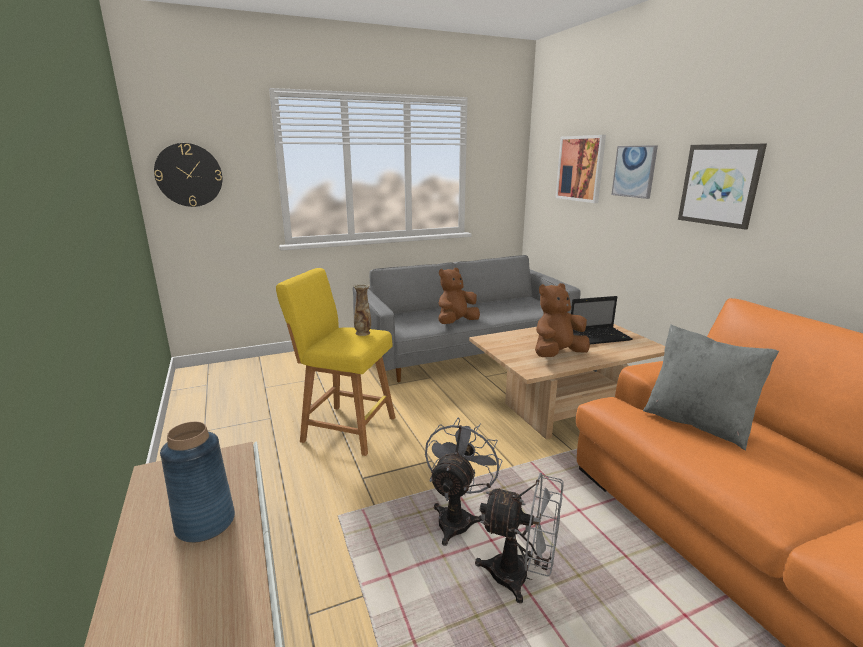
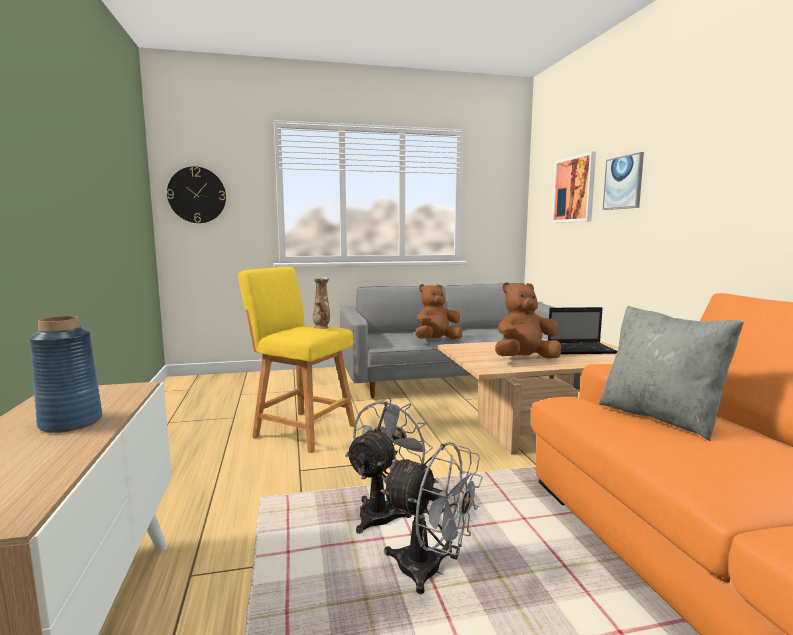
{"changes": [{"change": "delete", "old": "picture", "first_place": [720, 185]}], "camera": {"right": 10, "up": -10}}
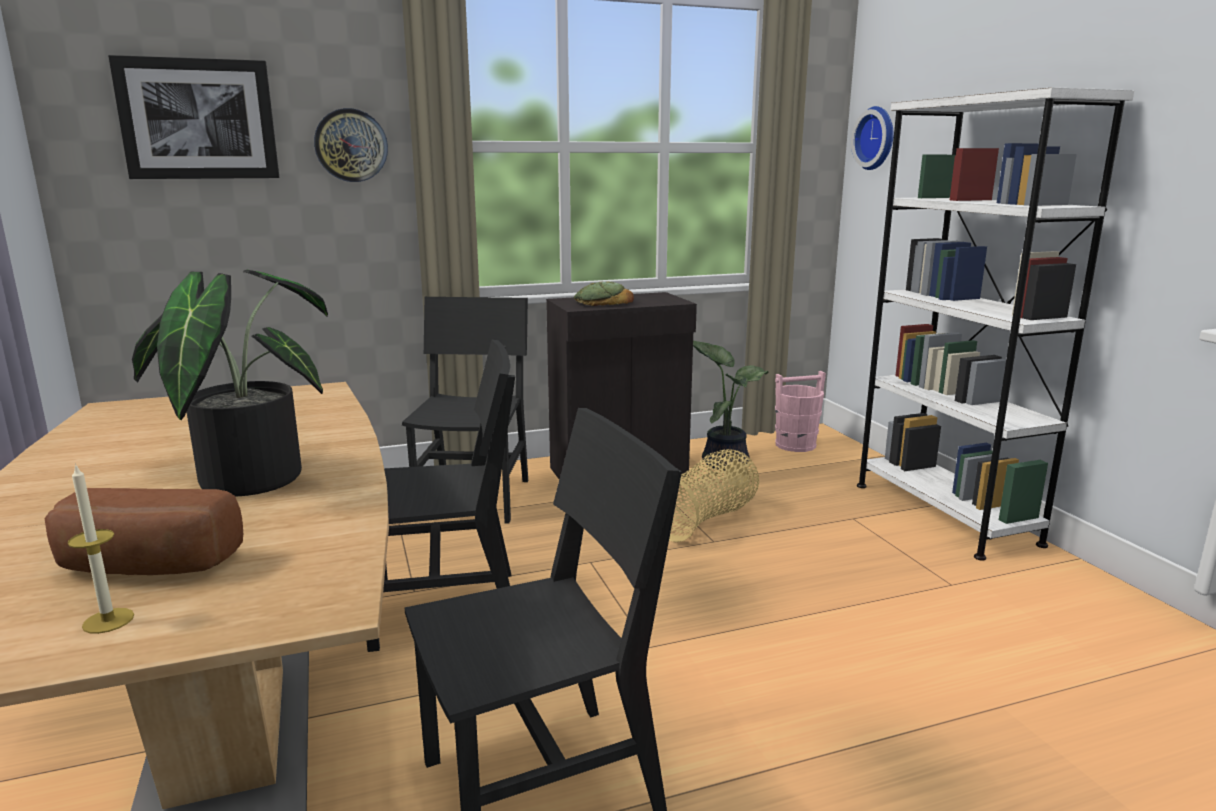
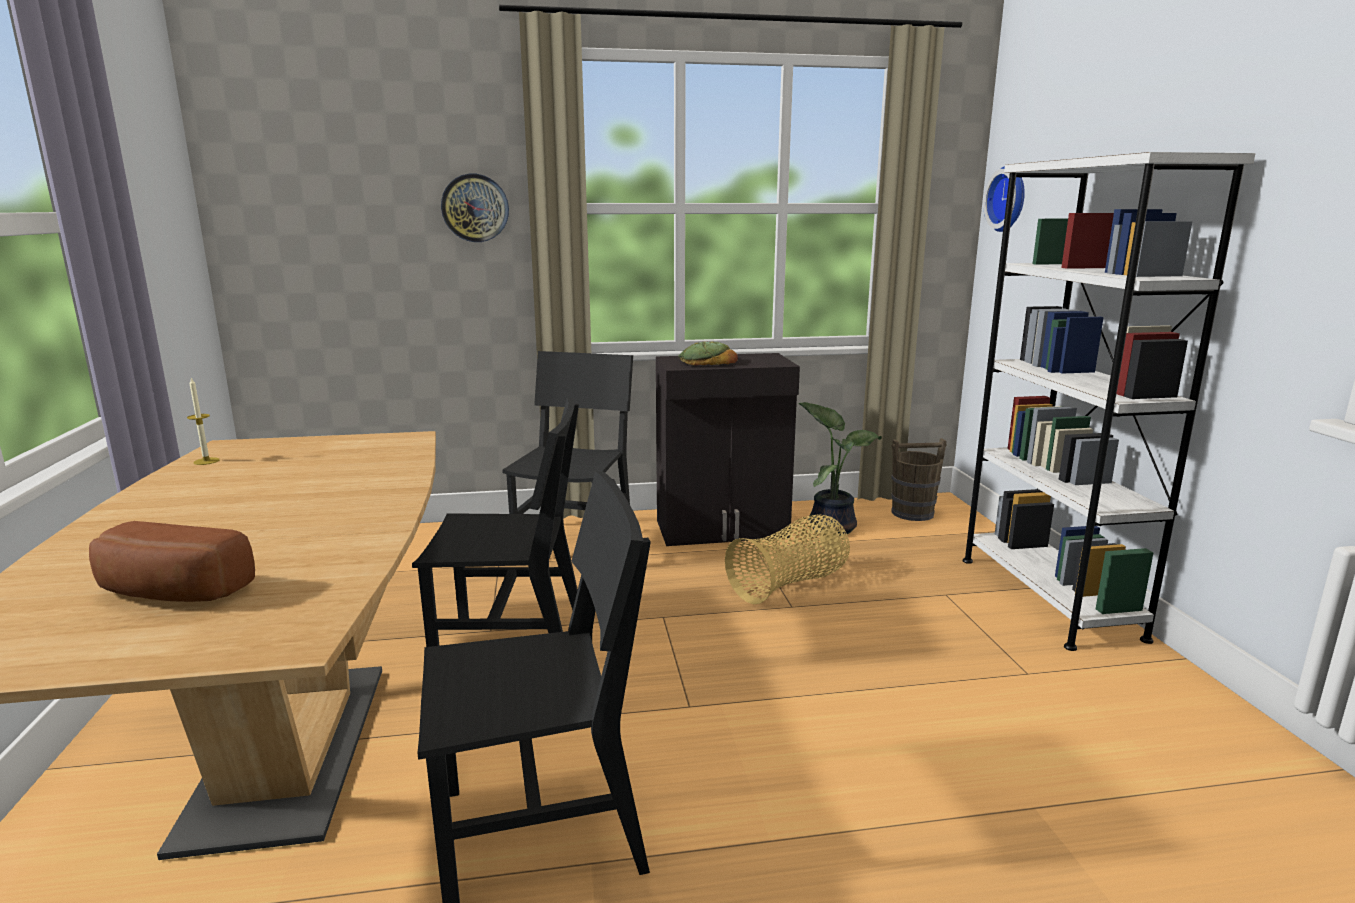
{"changes": [{"change": "delete", "old": "picture", "first_place": [198, 119]}, {"change": "delete", "old": "potted plant", "first_place": [247, 475]}, {"change": "recolor", "old": "bucket (pink)", "new": "bucket (brown)", "first_place": [796, 445], "second_place": [913, 513]}, {"change": "move", "old": "candle", "first_place": [108, 620], "second_place": [206, 461]}], "camera": {"right": 10, "up": 0}}
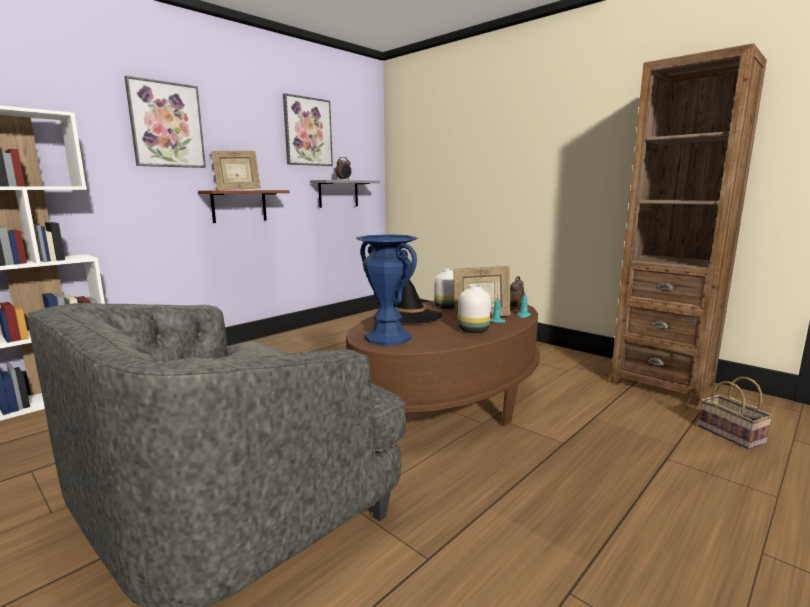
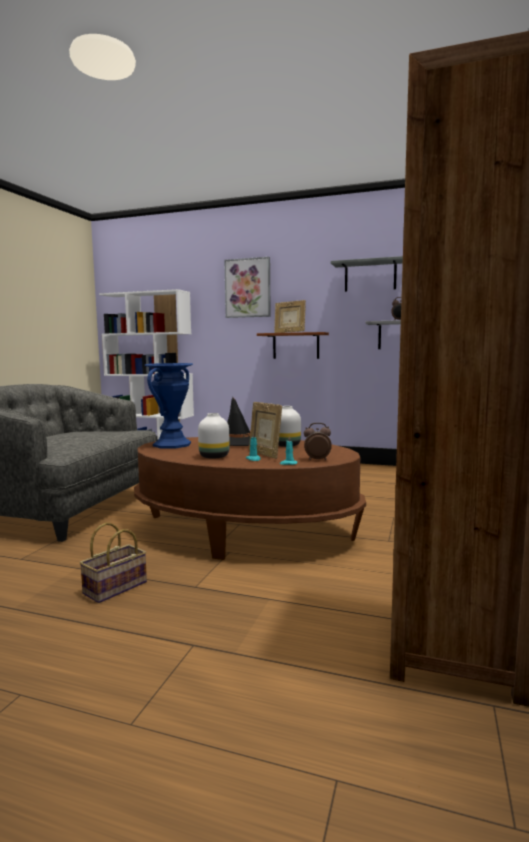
{"changes": [{"change": "replace", "old": "picture", "new": "shelf (grey)", "first_place": [307, 132], "second_place": [370, 276]}, {"change": "move", "old": "basket", "first_place": [732, 435], "second_place": [114, 589]}], "camera": {"right": 65, "up": -5}}
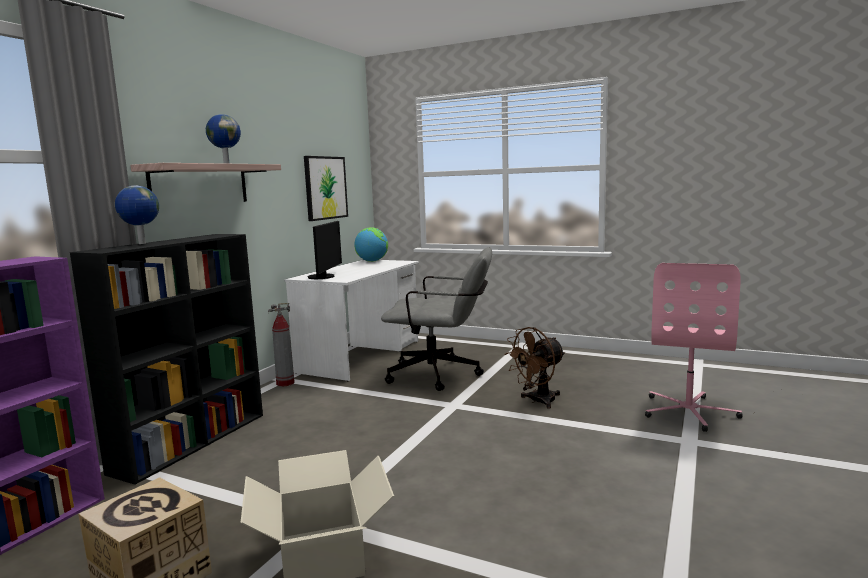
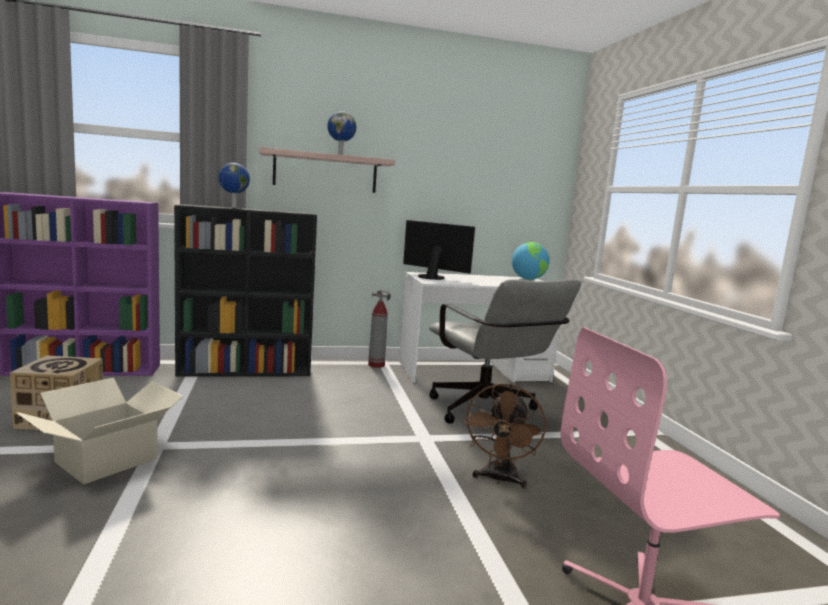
{"changes": [{"change": "delete", "old": "picture", "first_place": [325, 188]}, {"change": "rotate", "old": "monitor", "first_place": [324, 277], "second_place": [432, 277], "degrees": -120}, {"change": "rotate", "old": "fan (brown)", "first_place": [537, 401], "second_place": [499, 480], "degrees": -90}], "camera": {"right": 50, "up": 0}}
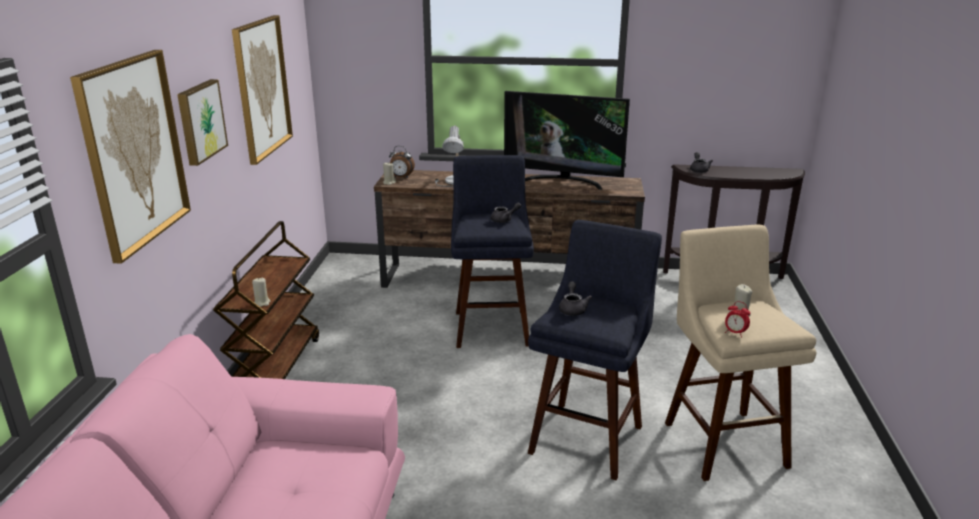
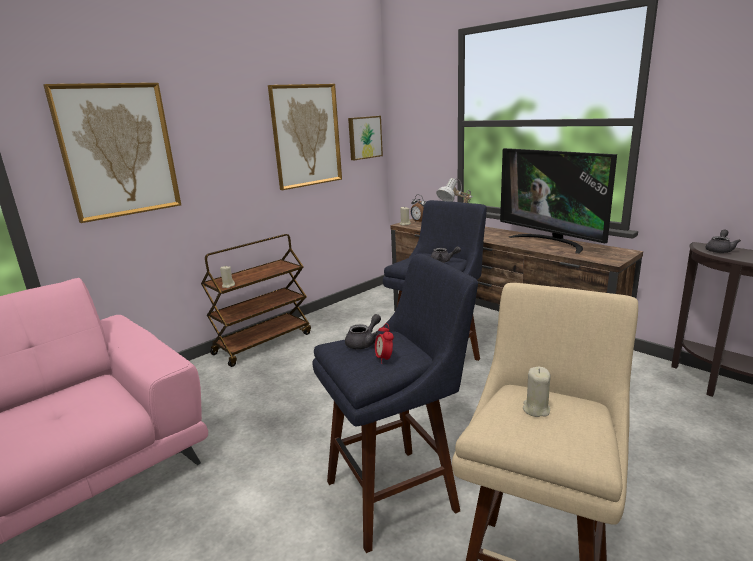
{"changes": [{"change": "move", "old": "picture", "first_place": [200, 121], "second_place": [364, 137]}, {"change": "move", "old": "alarm clock", "first_place": [735, 333], "second_place": [384, 359]}], "camera": {"right": 40, "up": -5}}
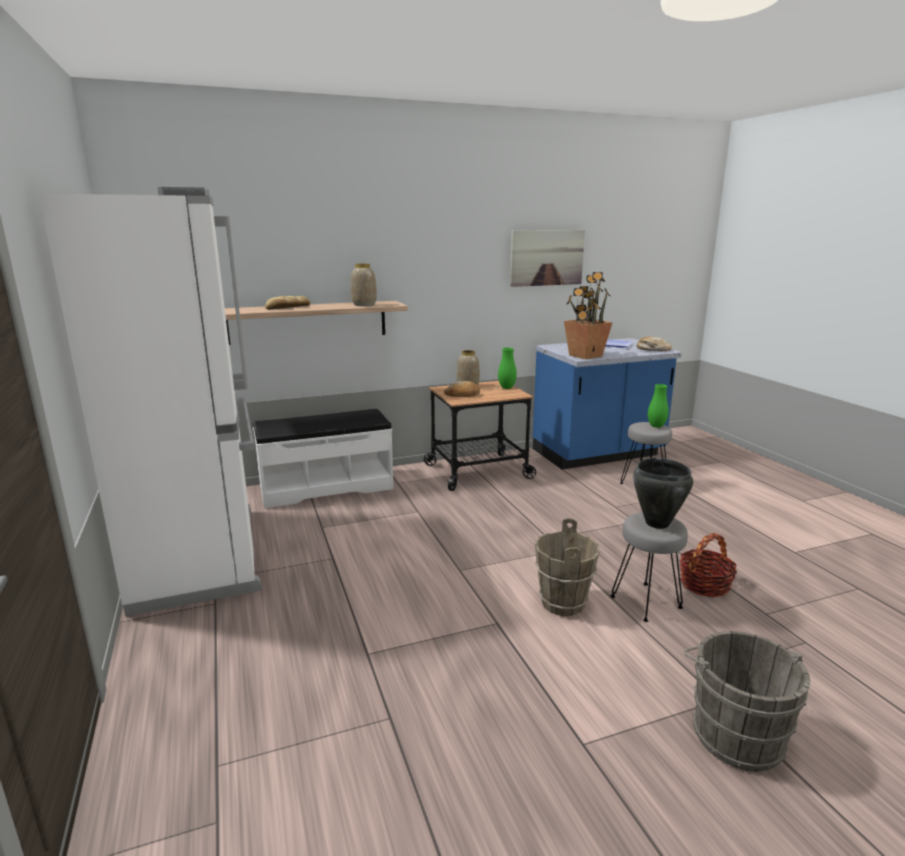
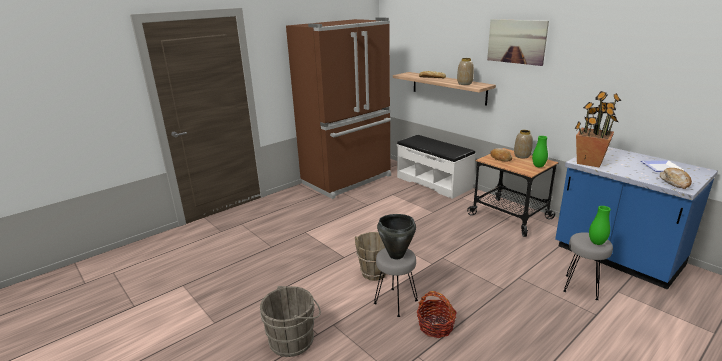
{"changes": [{"change": "recolor", "old": "fridge (white)", "new": "fridge (brown)", "first_place": [201, 555], "second_place": [348, 180]}, {"change": "move", "old": "picture", "first_place": [547, 257], "second_place": [516, 41]}], "camera": {"right": 70, "up": 5}}
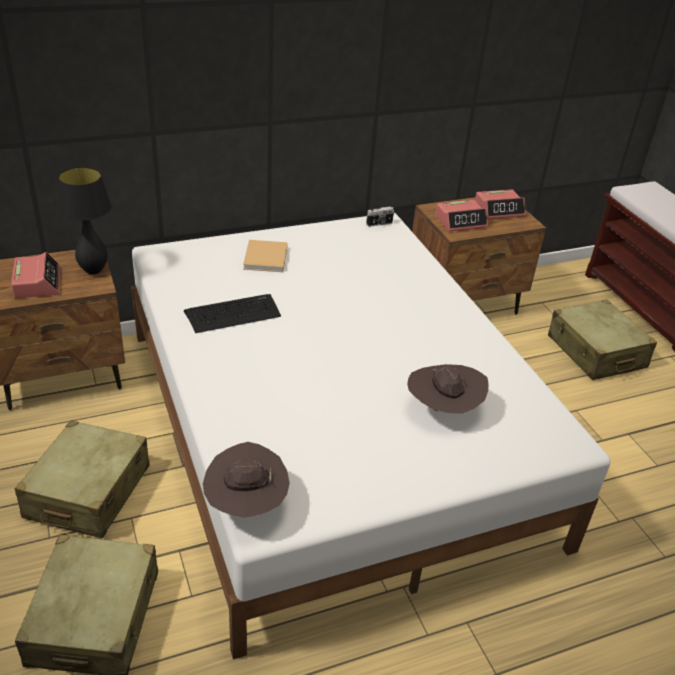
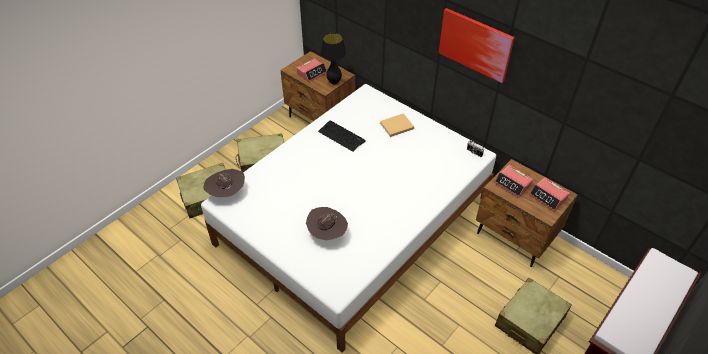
{"changes": [{"change": "insert", "new": "picture", "second_place": [475, 44]}], "camera": {"right": 65, "up": 10}}
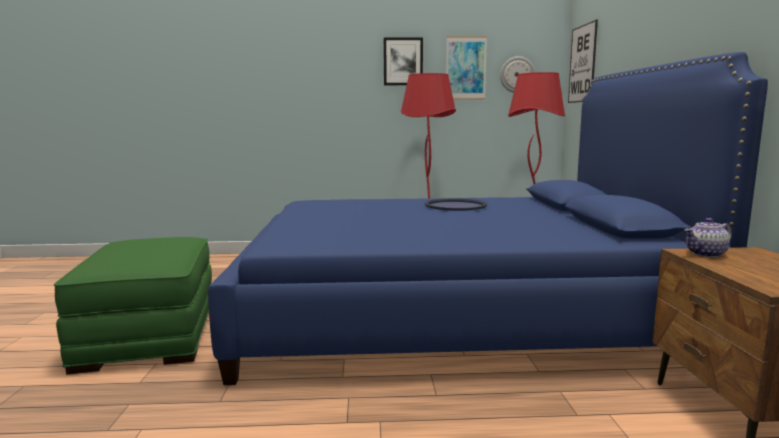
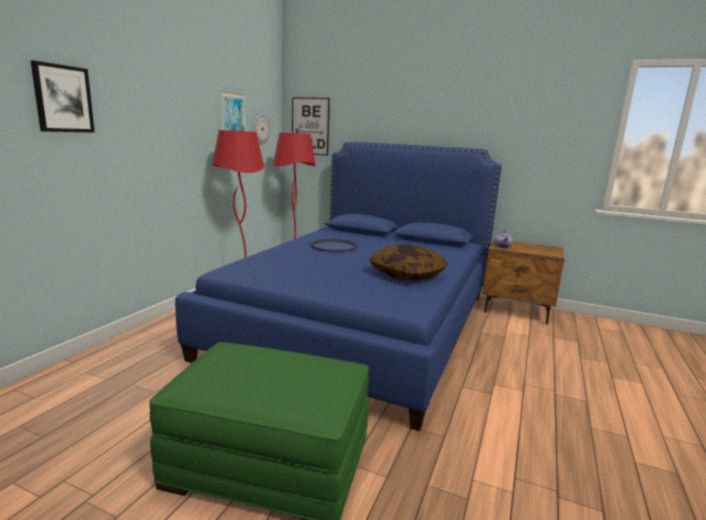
{"changes": [{"change": "move", "old": "picture", "first_place": [403, 61], "second_place": [63, 99]}, {"change": "insert", "new": "pillow", "second_place": [407, 274]}], "camera": {"right": -65, "up": 5}}
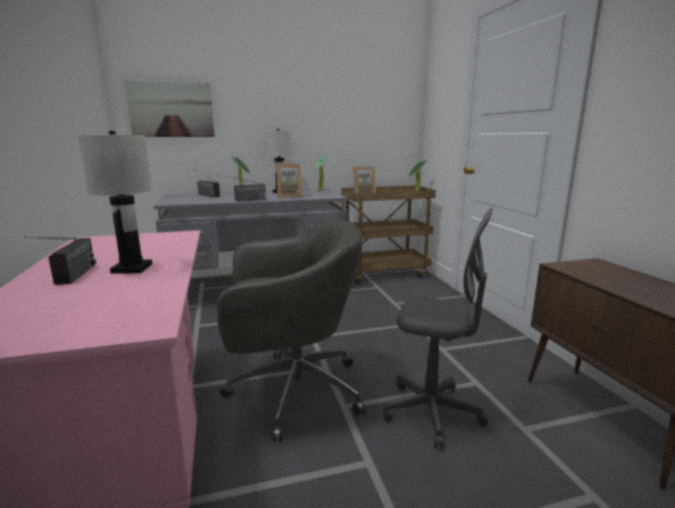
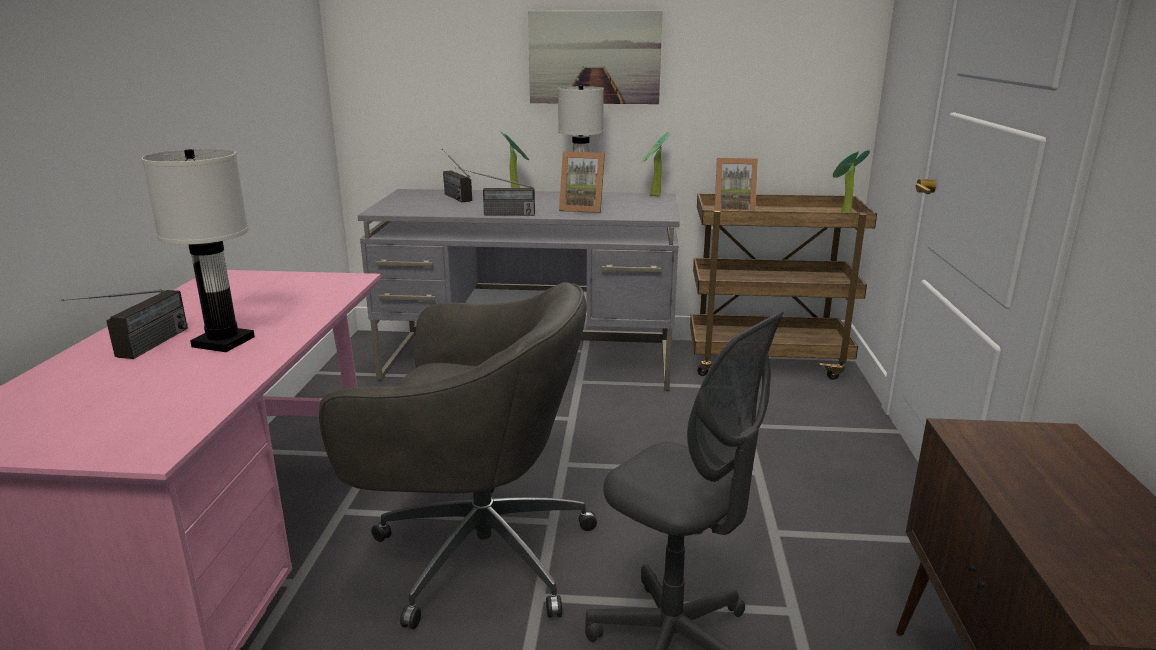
{"changes": [{"change": "move", "old": "picture", "first_place": [171, 109], "second_place": [594, 58]}], "camera": {"right": 20, "up": 5}}
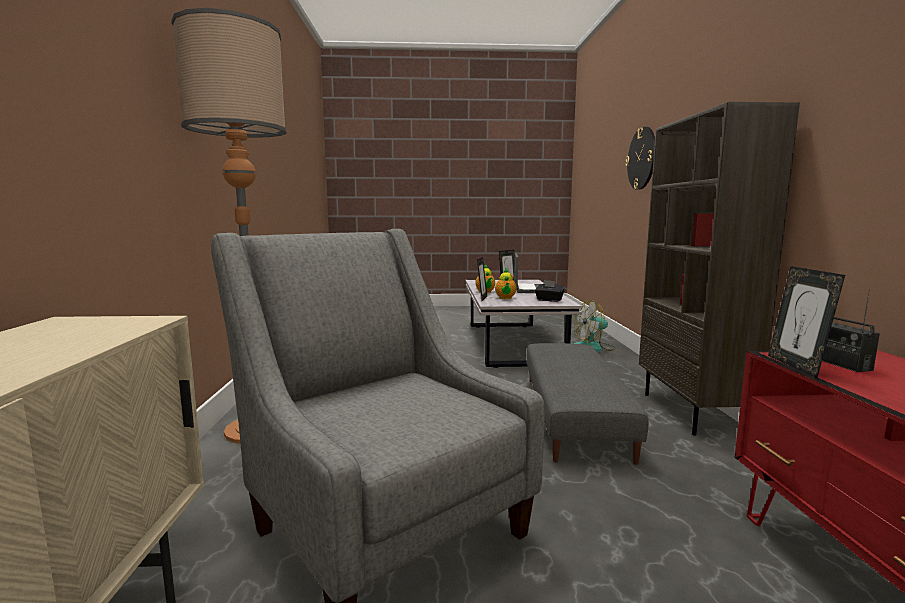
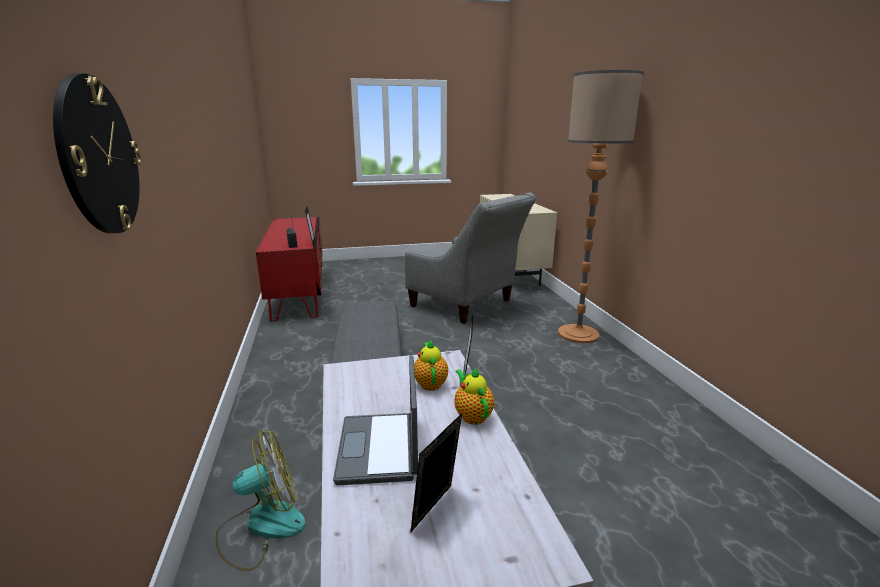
{"changes": [{"change": "delete", "old": "bookcase (brown)", "first_place": [692, 413]}, {"change": "delete", "old": "tissue box (black)", "first_place": [549, 300]}], "camera": {"right": 170, "up": 10}}
